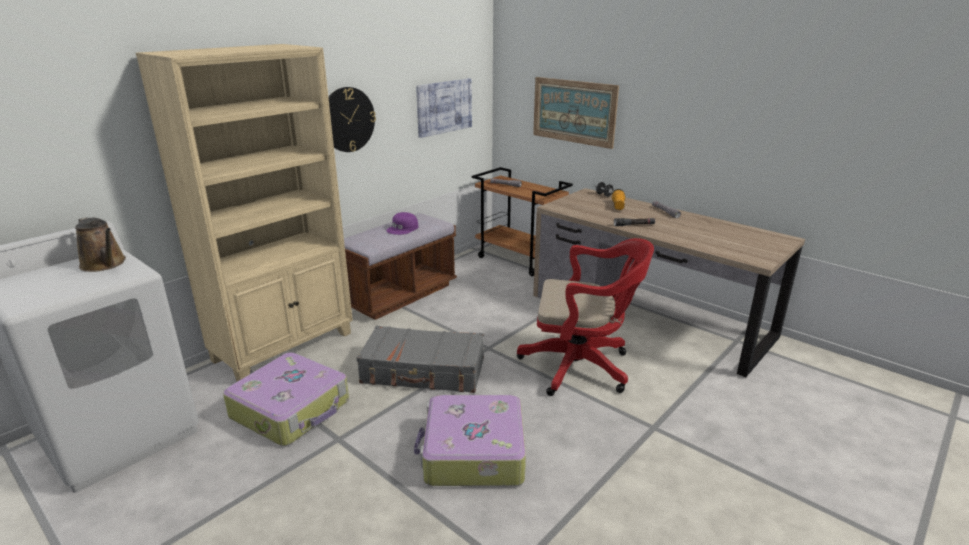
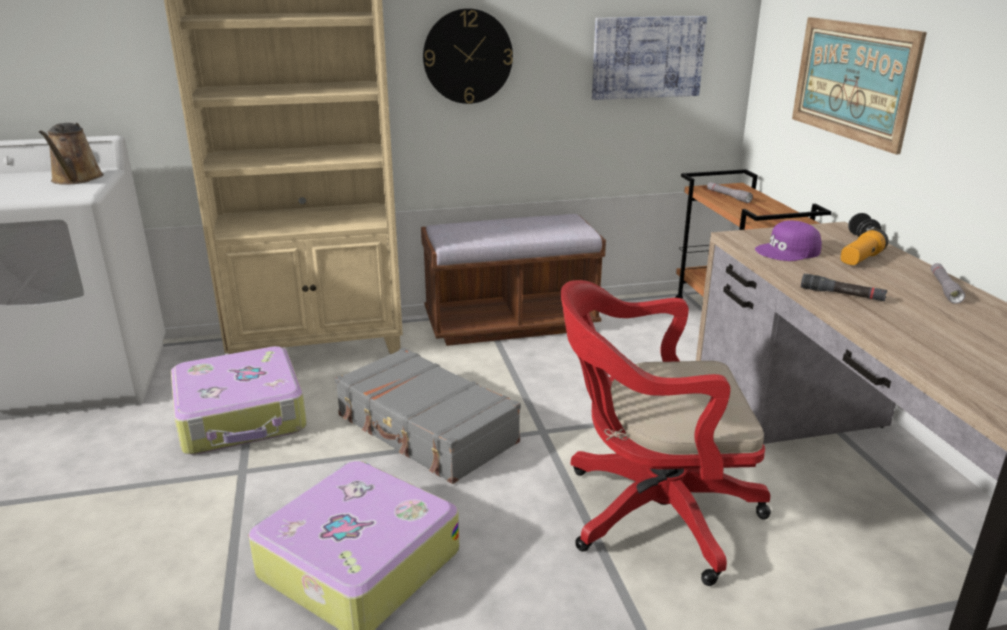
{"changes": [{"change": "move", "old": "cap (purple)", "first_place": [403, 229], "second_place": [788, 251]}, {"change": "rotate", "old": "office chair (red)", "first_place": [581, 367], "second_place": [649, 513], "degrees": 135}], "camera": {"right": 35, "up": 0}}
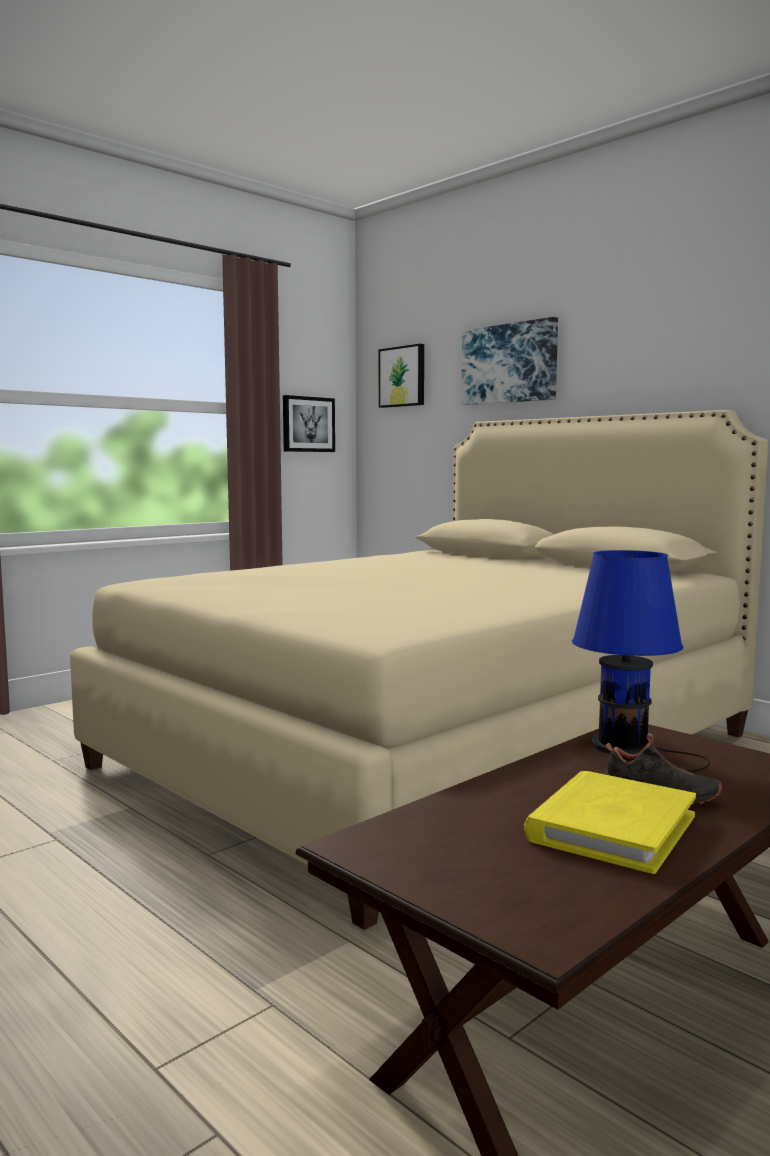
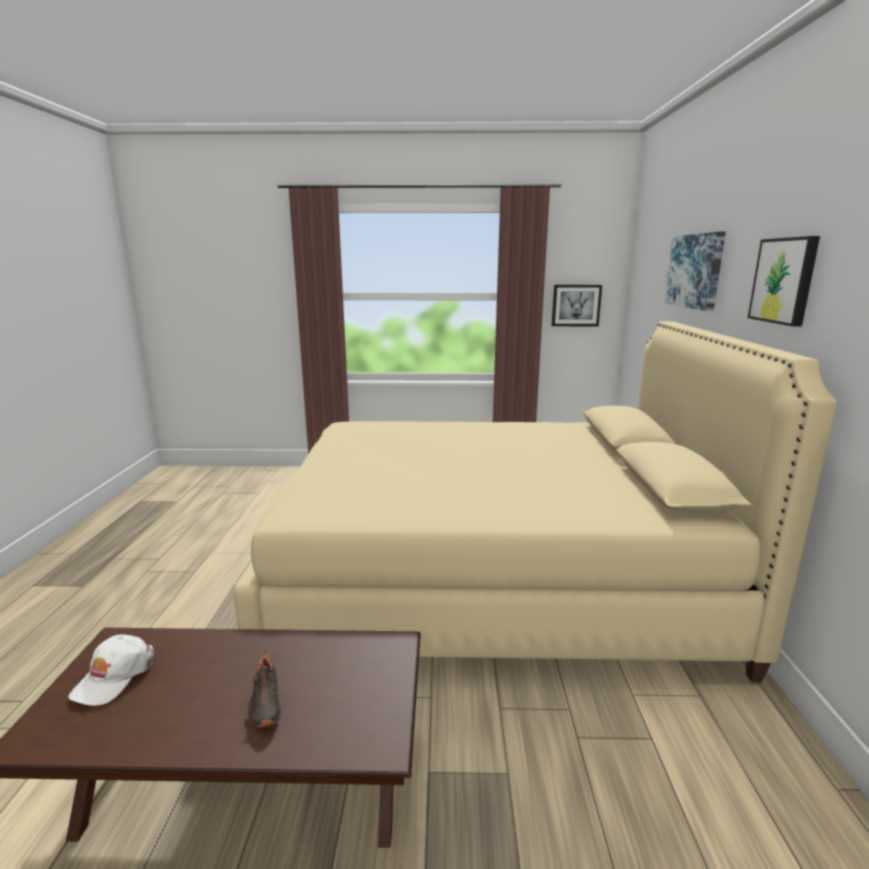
{"changes": [{"change": "move", "old": "picture", "first_place": [403, 376], "second_place": [784, 280]}, {"change": "delete", "old": "table lamp (blue)", "first_place": [629, 748]}, {"change": "delete", "old": "book (yellow)", "first_place": [611, 827]}, {"change": "insert", "new": "cap (white)", "second_place": [114, 676]}], "camera": {"right": 45, "up": 10}}
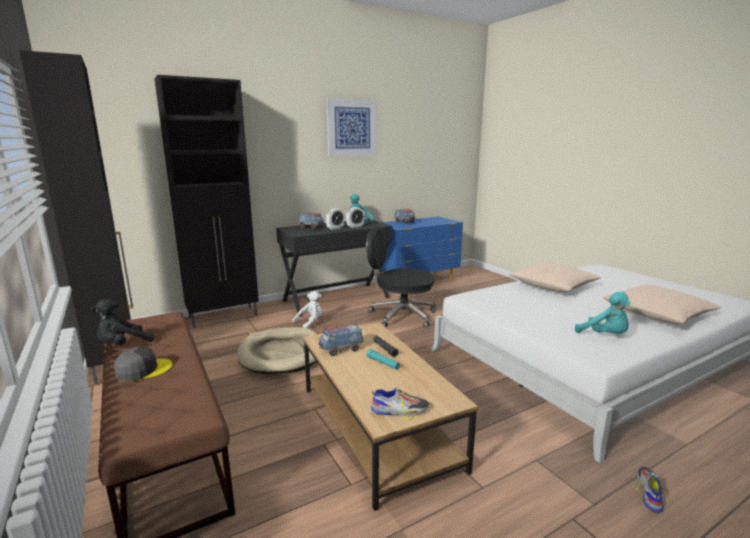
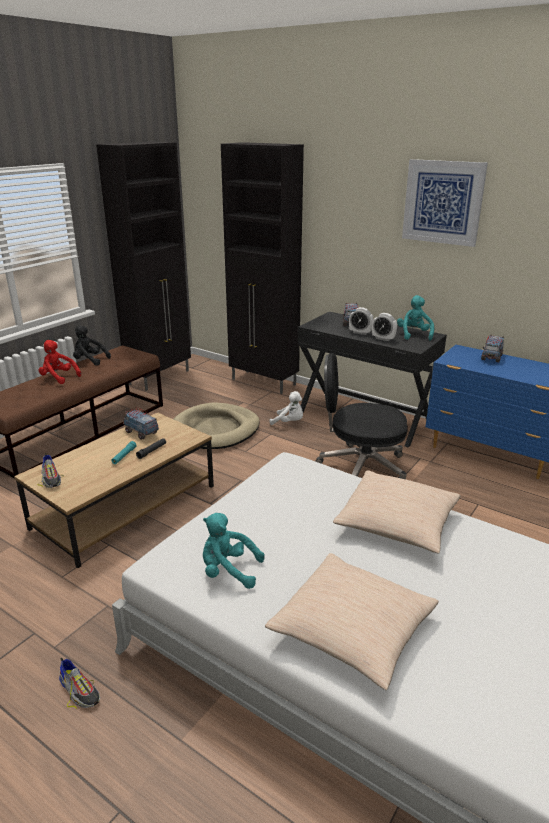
{"changes": [{"change": "rotate", "old": "office chair (black)", "first_place": [400, 315], "second_place": [360, 467], "degrees": -75}, {"change": "rotate", "old": "plush toy (turquoise)", "first_place": [605, 335], "second_place": [228, 571], "degrees": 75}, {"change": "replace", "old": "cap (grey)", "new": "plush toy (red)", "first_place": [143, 370], "second_place": [58, 377]}, {"change": "rotate", "old": "shoe", "first_place": [649, 491], "second_place": [79, 690], "degrees": 45}], "camera": {"right": 65, "up": 10}}
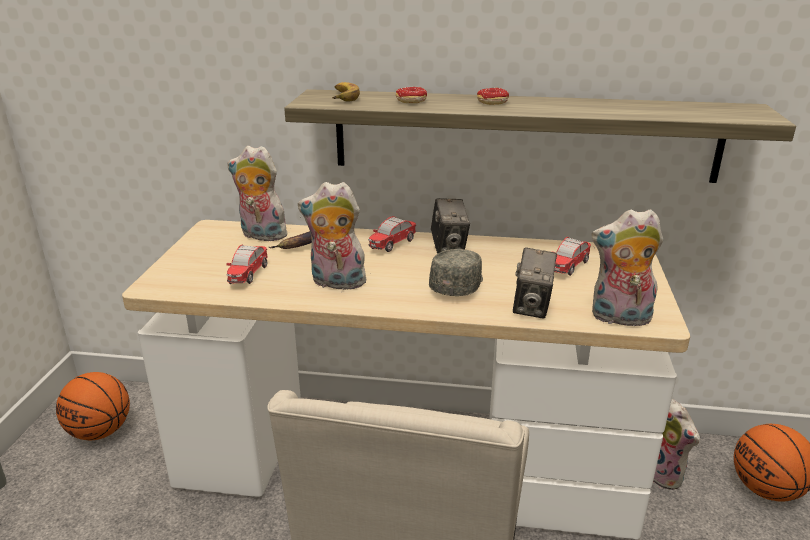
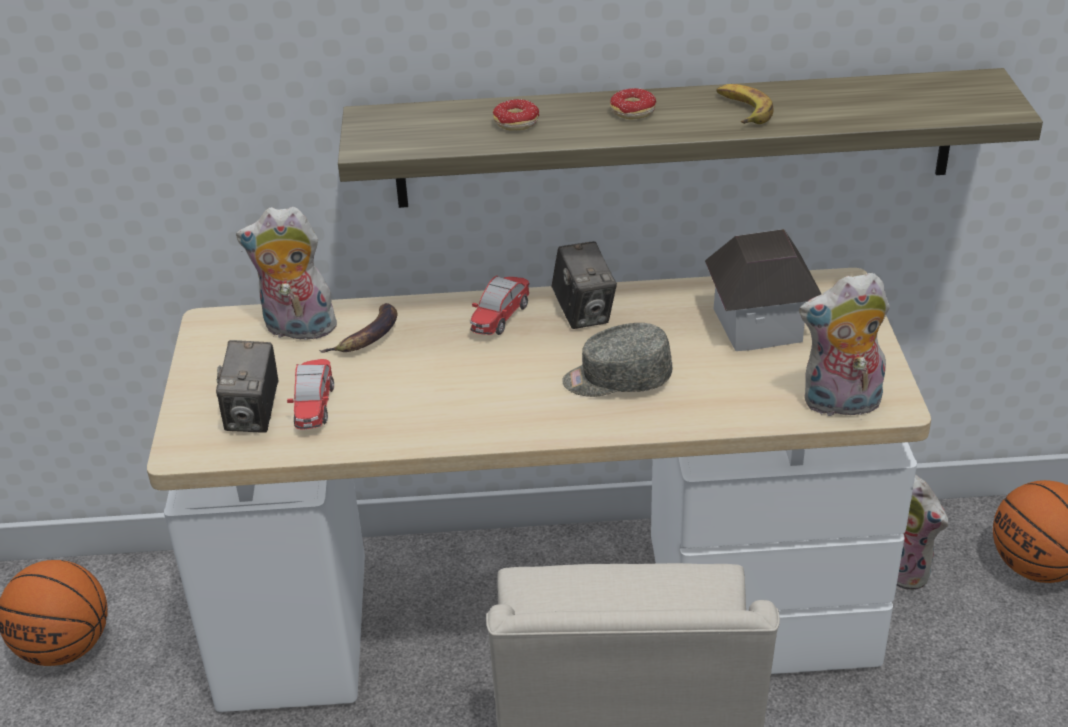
{"changes": [{"change": "move", "old": "banana", "first_place": [343, 97], "second_place": [742, 110]}, {"change": "delete", "old": "plush toy", "first_place": [336, 283]}, {"change": "replace", "old": "toy car", "new": "toy house", "first_place": [569, 267], "second_place": [759, 324]}, {"change": "move", "old": "photo camera", "first_place": [532, 307], "second_place": [254, 415]}, {"change": "rotate", "old": "cap (grey)", "first_place": [458, 284], "second_place": [617, 379], "degrees": -105}], "camera": {"right": -10, "up": 10}}
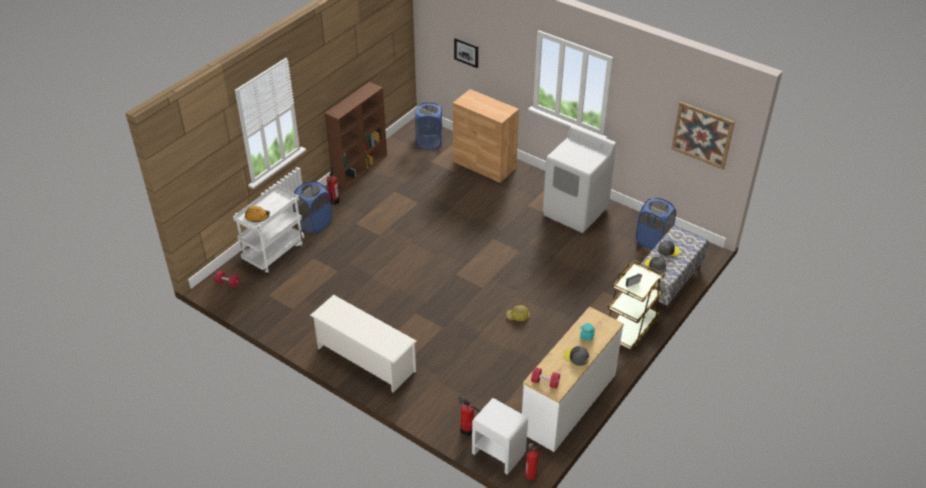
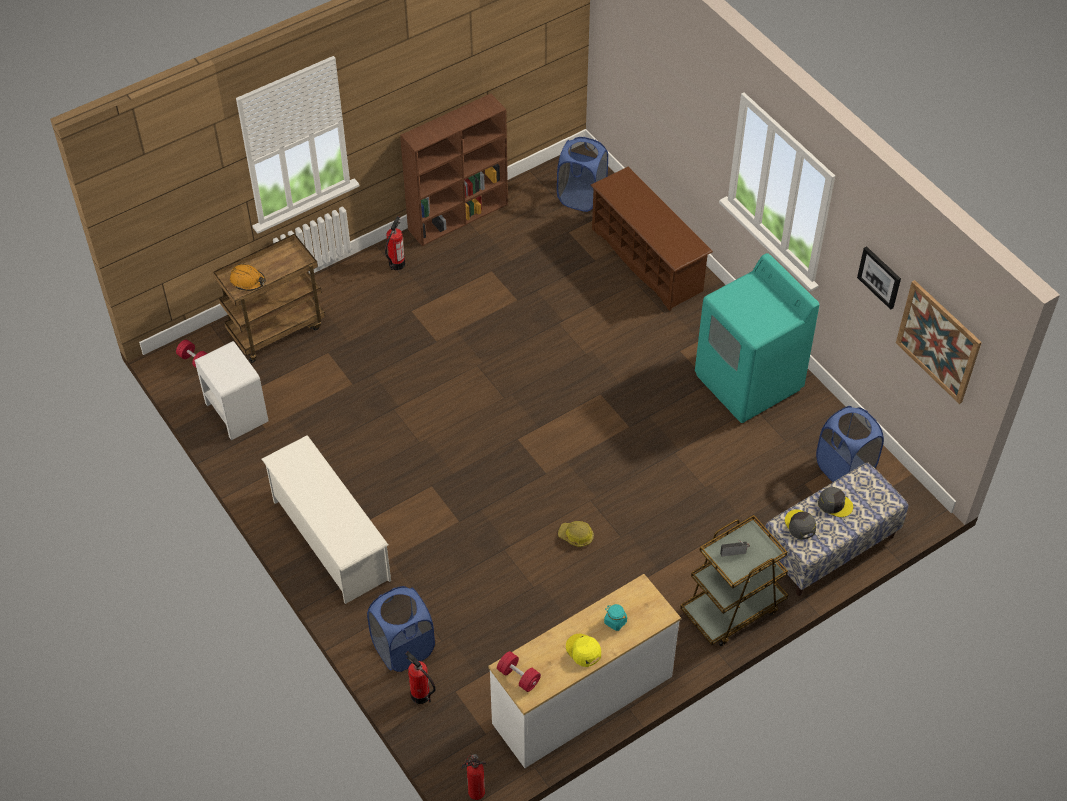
{"changes": [{"change": "move", "old": "picture", "first_place": [466, 52], "second_place": [880, 277]}, {"change": "replace", "old": "cabinet (brown)", "new": "shoe rack (brown)", "first_place": [484, 165], "second_place": [647, 260]}, {"change": "recolor", "old": "washing machine (white)", "new": "washing machine (turquoise)", "first_place": [575, 211], "second_place": [748, 382]}, {"change": "move", "old": "laundry basket (blue)", "first_place": [314, 224], "second_place": [403, 648]}, {"change": "recolor", "old": "cart (white)", "new": "cart (brown)", "first_place": [274, 253], "second_place": [276, 329]}, {"change": "recolor", "old": "cap (grey)", "new": "cap (yellow)", "first_place": [576, 357], "second_place": [583, 650]}, {"change": "move", "old": "nightstand (white)", "first_place": [498, 452], "second_place": [236, 411]}], "camera": {"right": 20, "up": 10}}
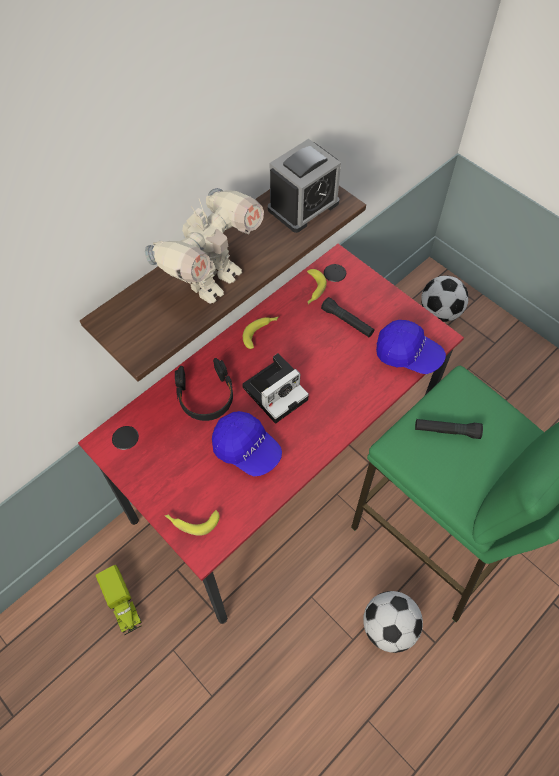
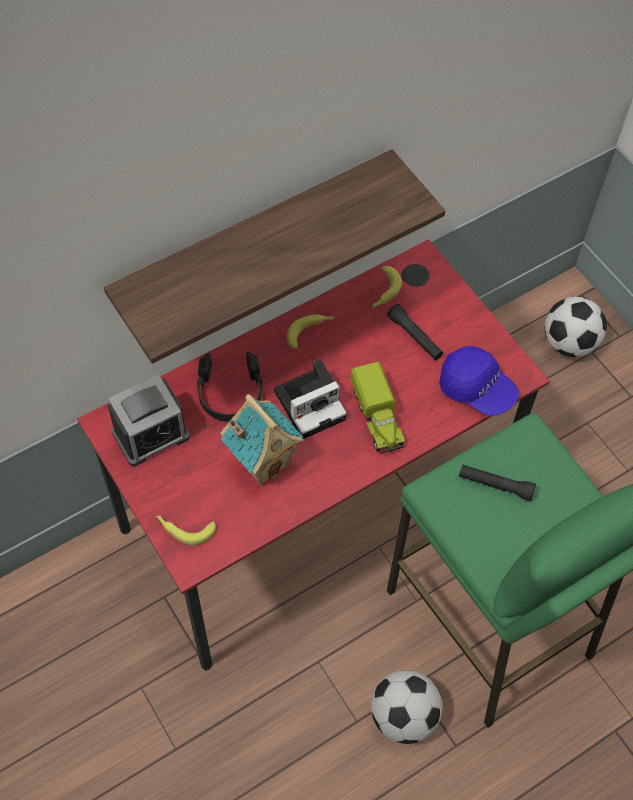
{"changes": [{"change": "move", "old": "alarm clock", "first_place": [303, 206], "second_place": [151, 434]}, {"change": "delete", "old": "toy robot", "first_place": [212, 281]}, {"change": "replace", "old": "cap (blue)", "new": "toy house", "first_place": [247, 449], "second_place": [263, 462]}, {"change": "move", "old": "toy truck", "first_place": [122, 603], "second_place": [377, 418]}], "camera": {"right": 10, "up": 0}}
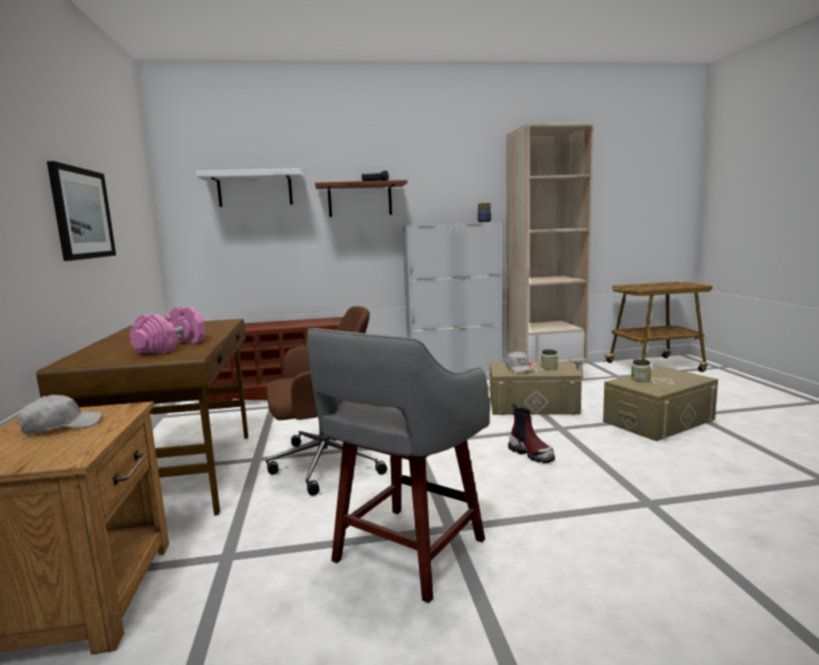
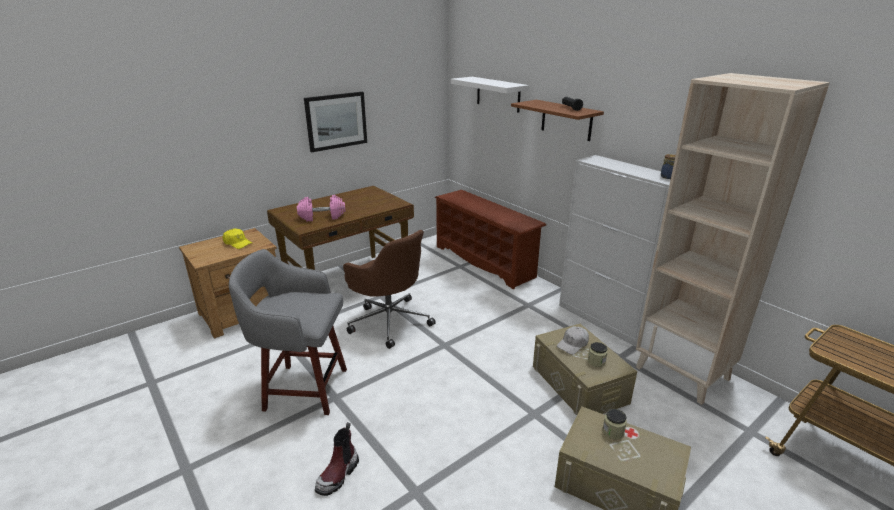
{"changes": [{"change": "recolor", "old": "cap (white)", "new": "cap (yellow)", "first_place": [61, 426], "second_place": [237, 243]}, {"change": "move", "old": "boot", "first_place": [531, 453], "second_place": [338, 475]}], "camera": {"right": 60, "up": 15}}
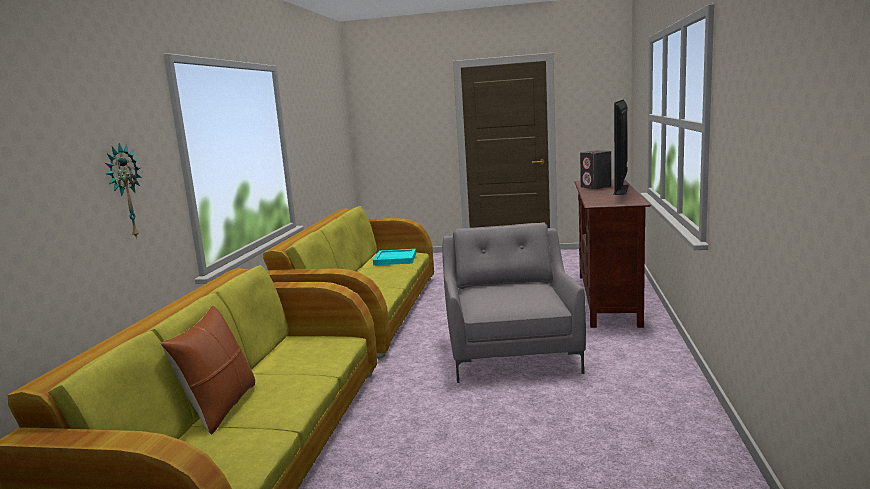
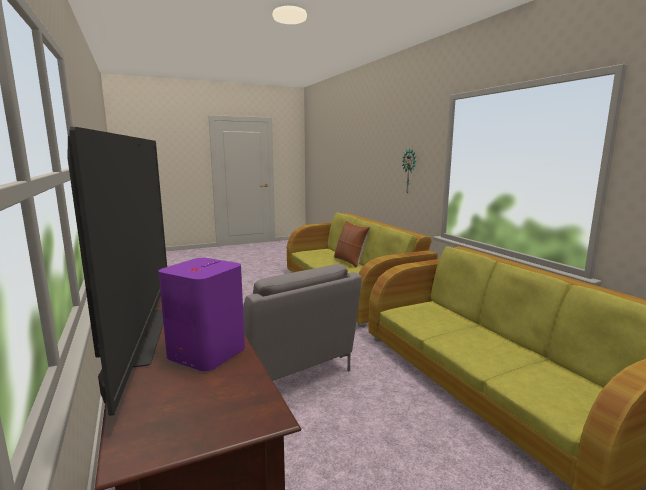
{"changes": [{"change": "recolor", "old": "speaker (grey)", "new": "speaker (purple)", "first_place": [596, 187], "second_place": [206, 353]}, {"change": "delete", "old": "tray (turquoise)", "first_place": [394, 259]}], "camera": {"right": 145, "up": 0}}
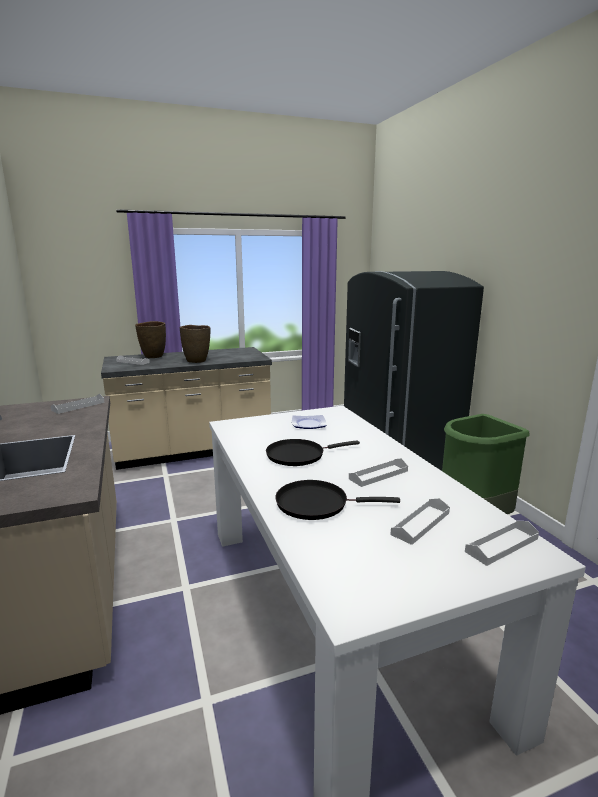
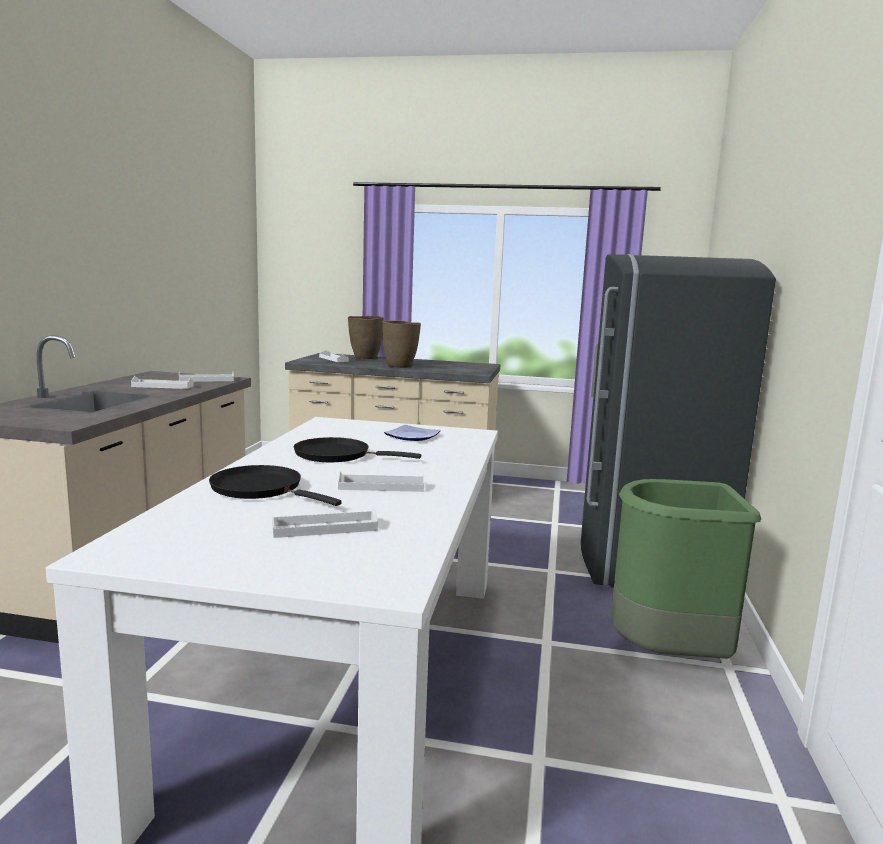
{"changes": [{"change": "move", "old": "tray (white)", "first_place": [502, 545], "second_place": [162, 386]}], "camera": {"right": 30, "up": -5}}
